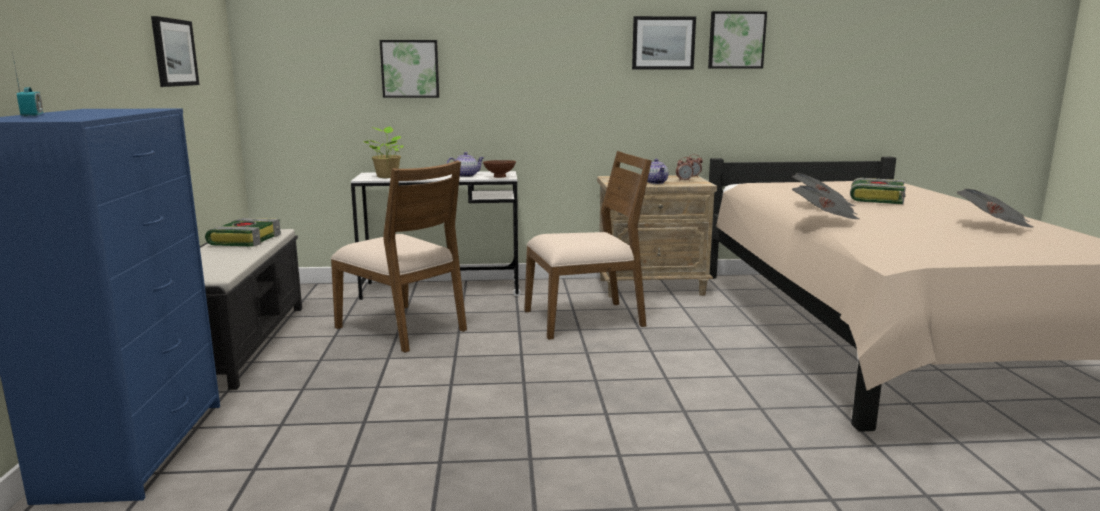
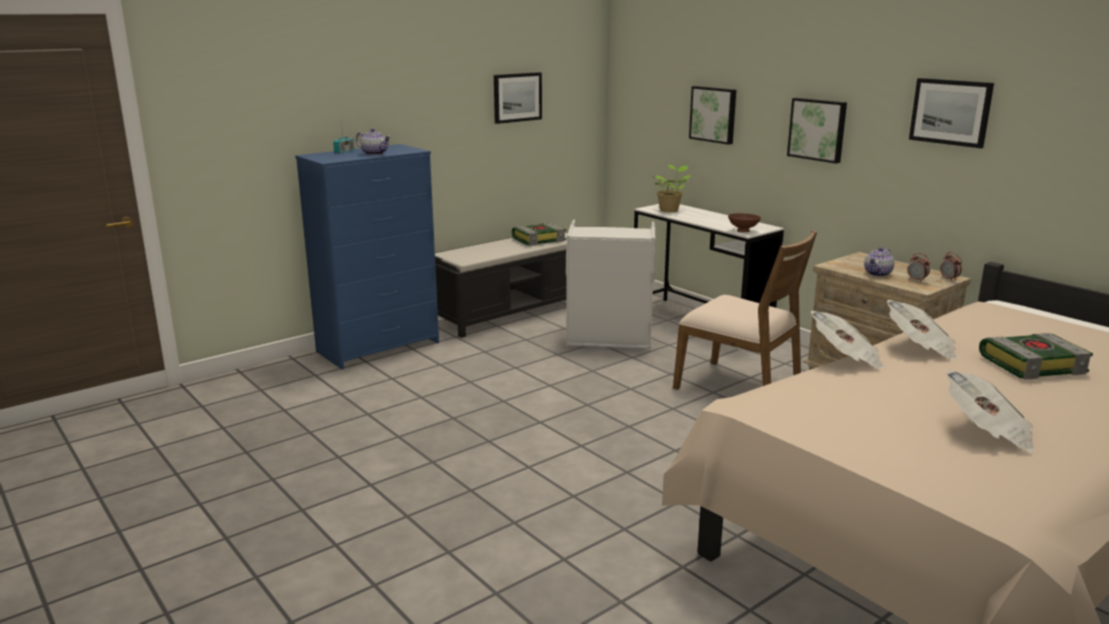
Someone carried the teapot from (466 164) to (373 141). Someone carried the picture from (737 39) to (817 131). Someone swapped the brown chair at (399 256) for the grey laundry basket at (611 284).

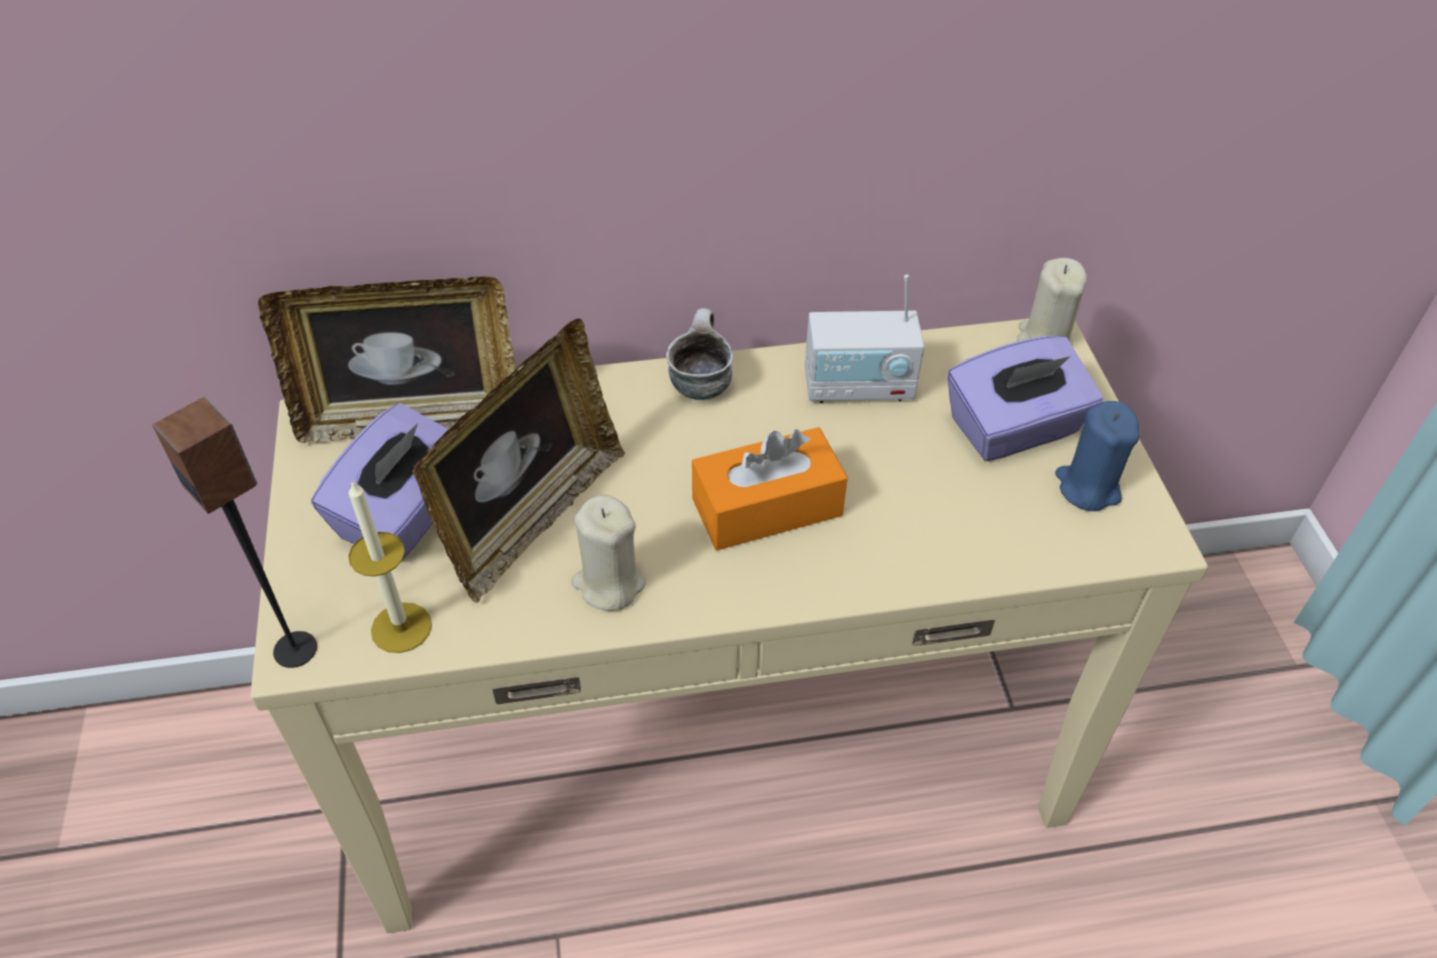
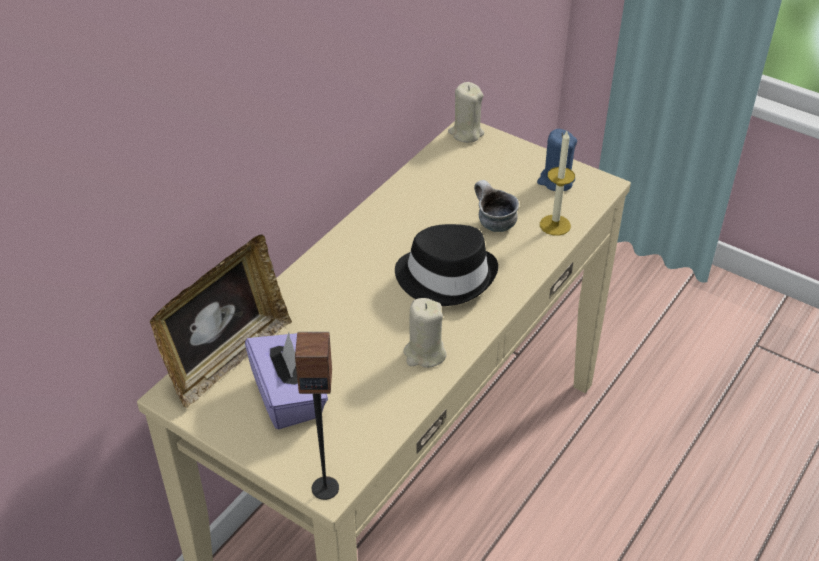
Someone took away the picture frame at (518 461). Someone took away the radio at (864 338). Someone took away the purple tissue box at (1025 398). Someone carried the candle from (390 566) to (557 183). Someone carried the mug from (699 354) to (496 206). Someone swapped the orange tissue box at (770 488) for the black hat at (446 265).

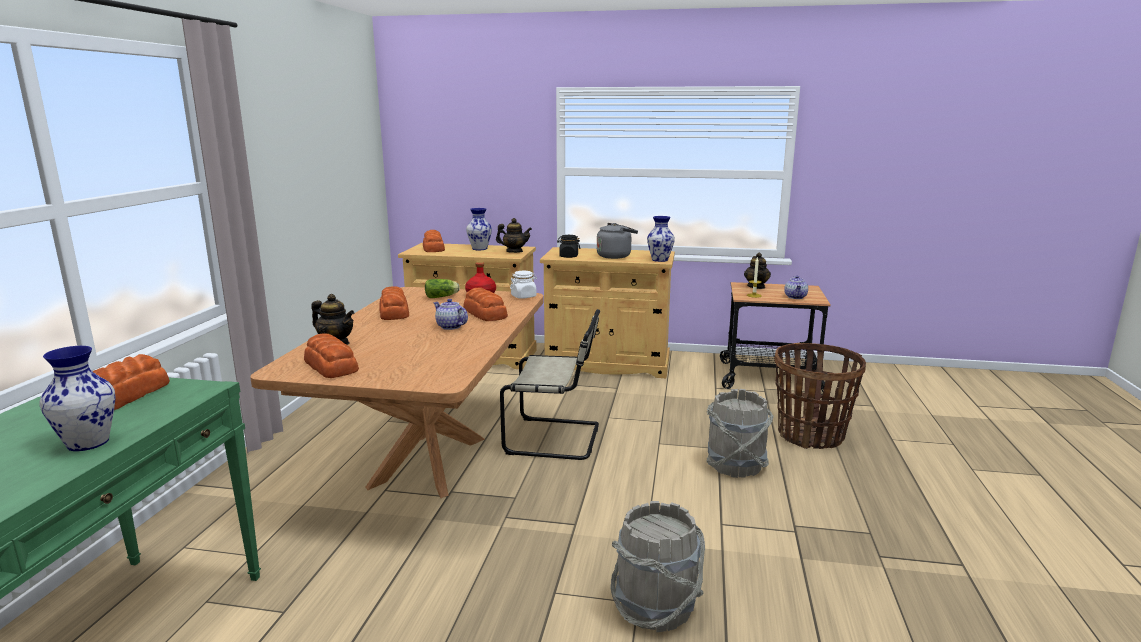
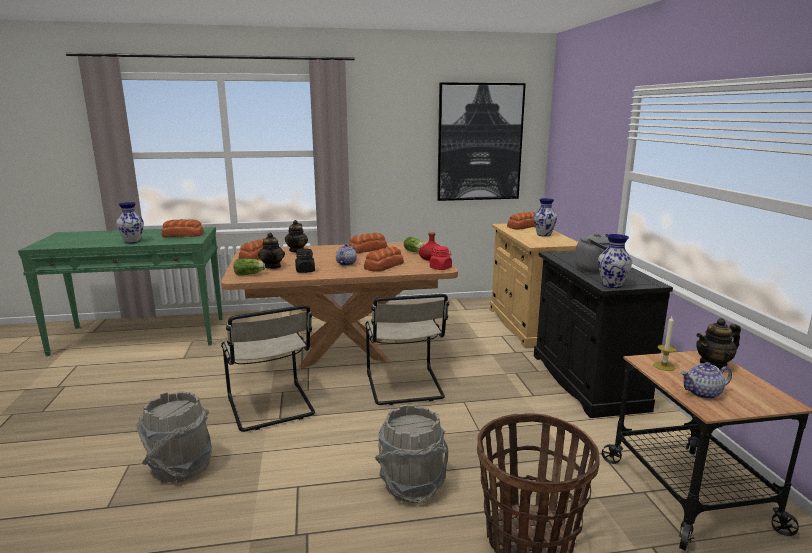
Someone put down the beige chair at (268 368). Someone put down the lettuce at (249 267). Someone put up the picture at (481 141). Someone carried the teapot from (514 235) to (271 251). Someone carried the black jar from (568 246) to (305 261). Someone repainted the white jar at (523 284), which became the red jar at (441 258). Someone repainted the beige cabinet at (607 312), which became the black cabinet at (603 334).

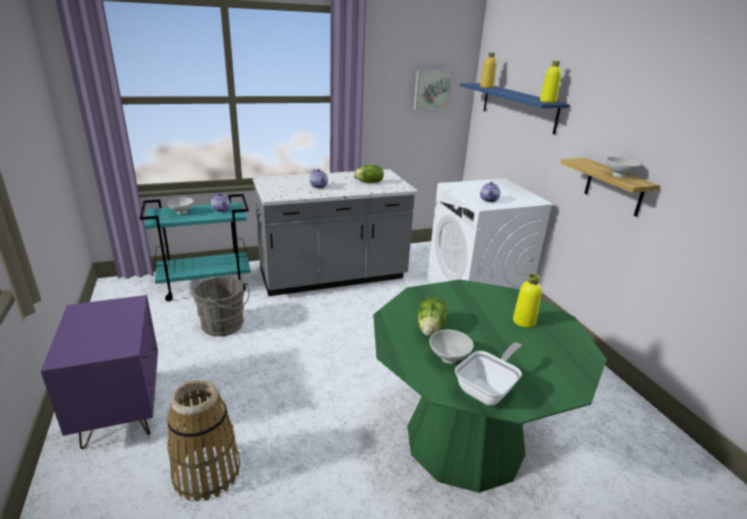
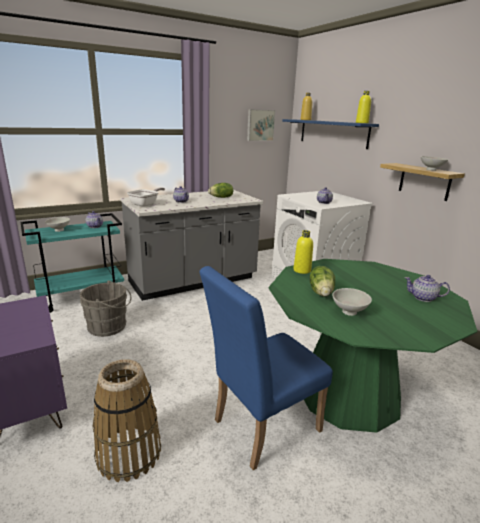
Someone put down the blue chair at (266 368). Someone put down the teapot at (427 288). Someone carried the frying pan from (488 374) to (146 197). Someone carried the yellow bottle from (527 301) to (303 252).

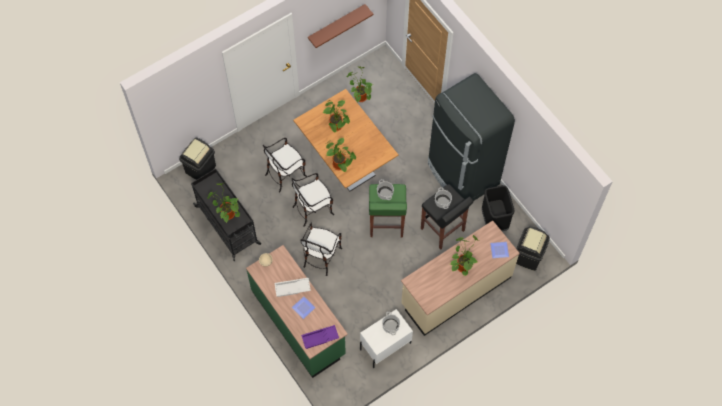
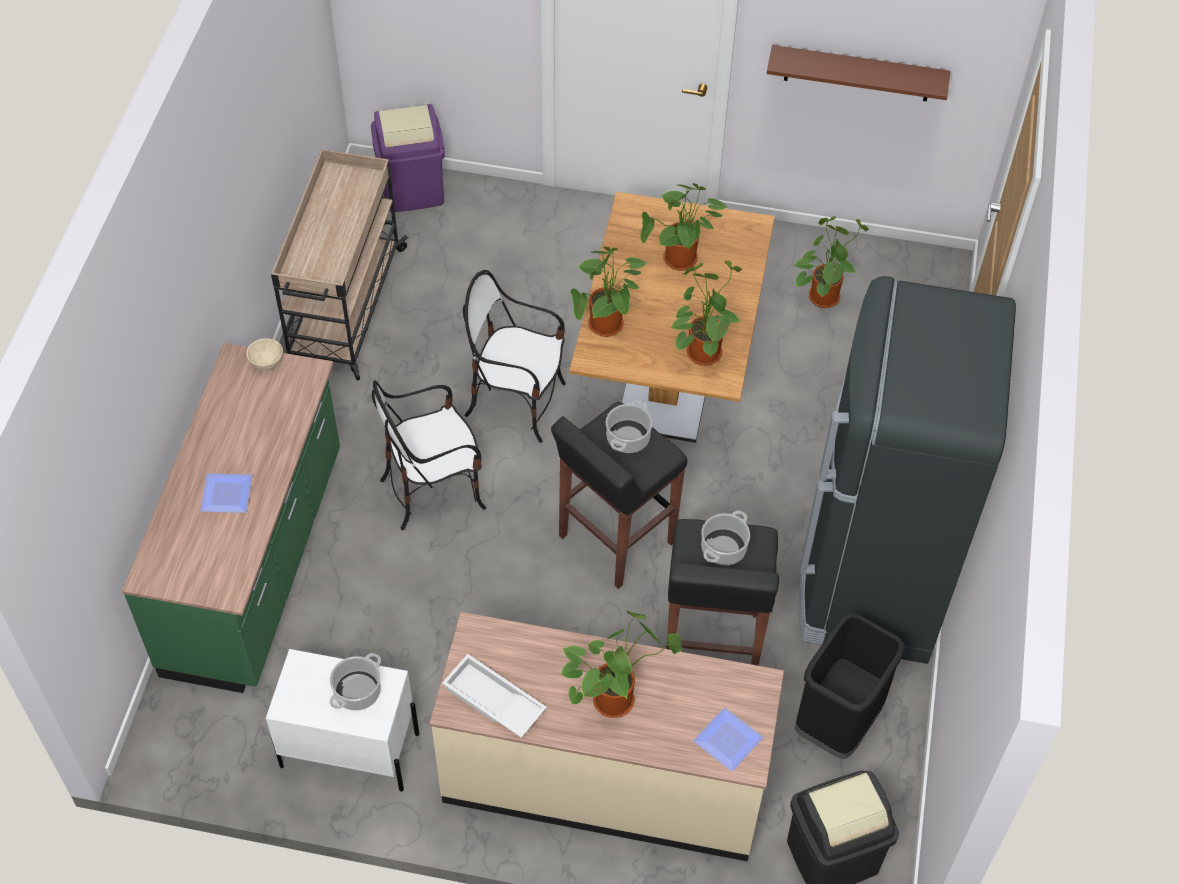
Someone took away the chair at (285 165). Someone took away the purple tray at (320 337). Someone carried the potted plant from (224 203) to (706 313). Someone carried the white tray from (292 287) to (494 696). Someone repainted the black trash can at (197 158), which became the purple trash can at (408 158). Someone repainted the black cart at (226 215), which became the beige cart at (339 265). Someone repainted the green stool at (388 210), which became the black stool at (619 495).

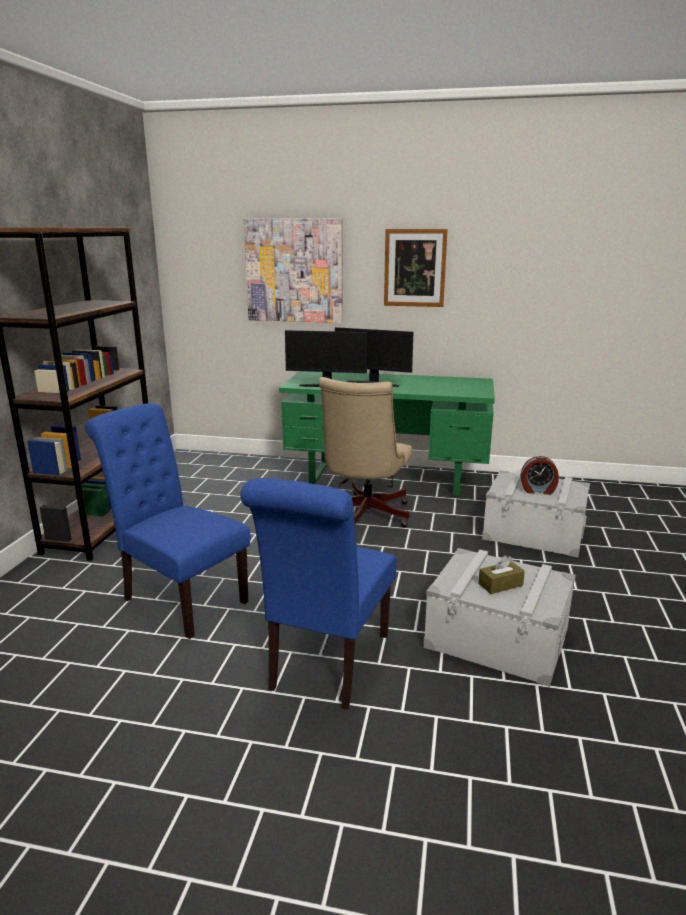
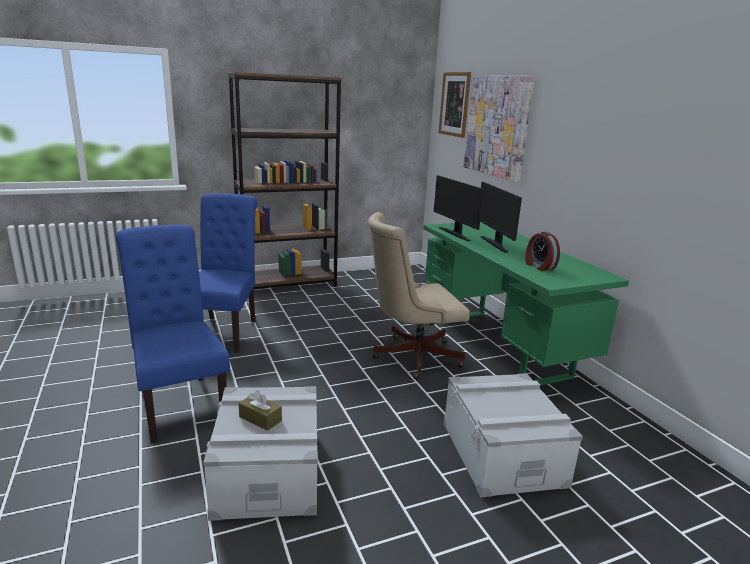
Someone carried the picture from (416 268) to (455 105). Someone carried the alarm clock from (539 475) to (542 251). Someone rotated the blue chair at (319 594) by 75 degrees clockwise.

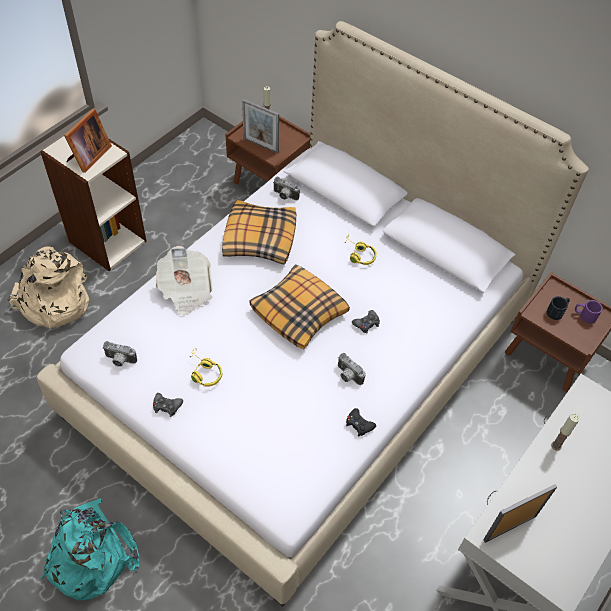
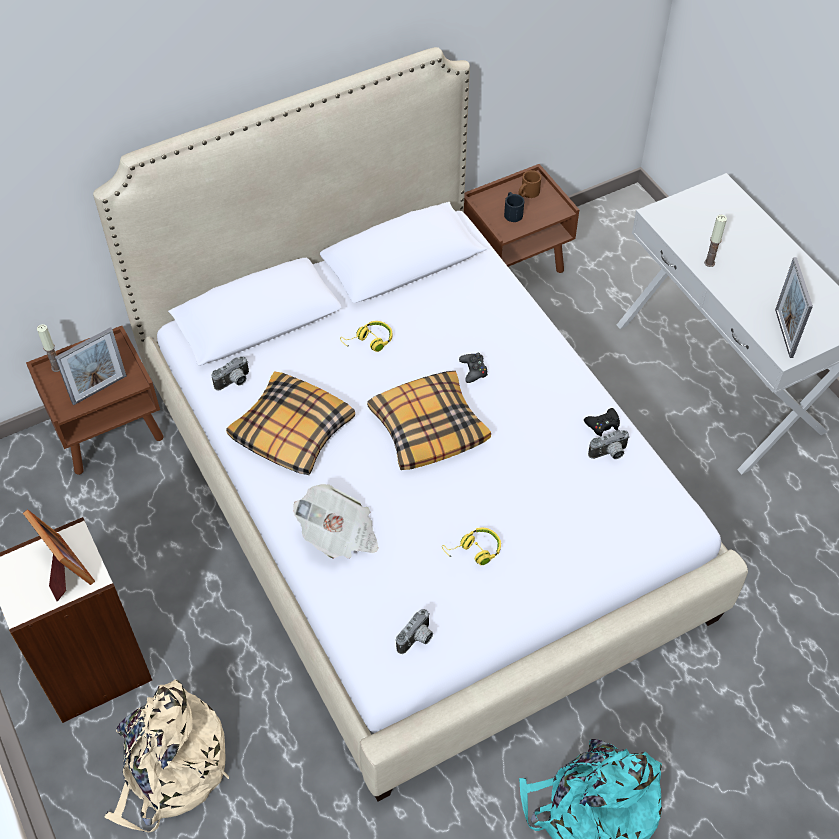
Someone took away the black game controller at (168 405). Someone carried the photo camera from (352 369) to (609 444). Someone repainted the purple mug at (589 312), which became the brown mug at (529 184).

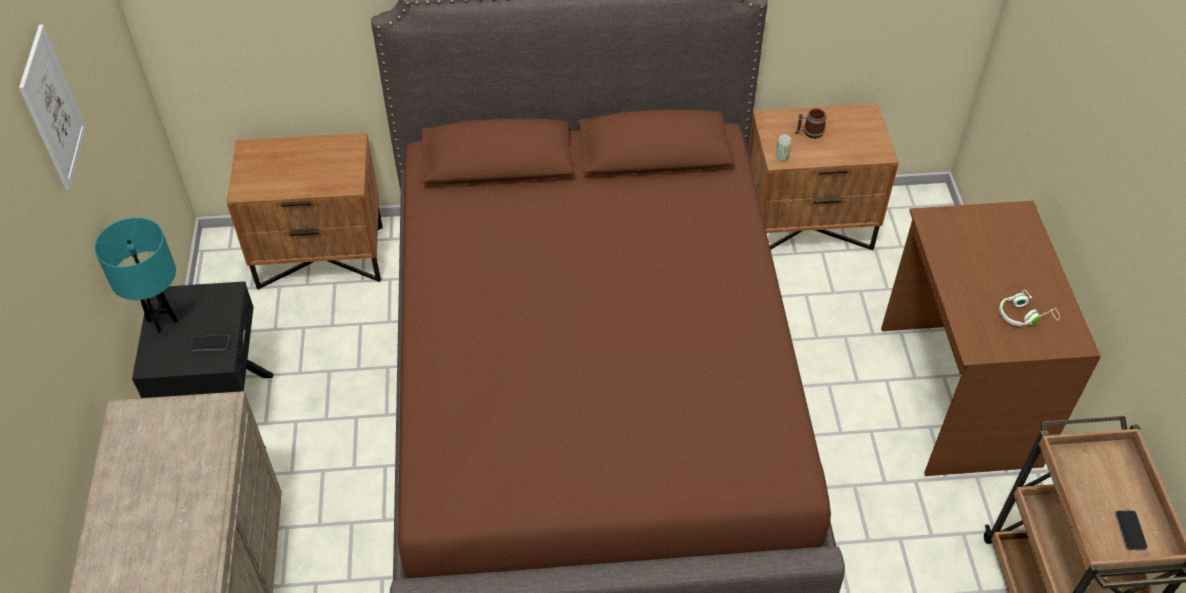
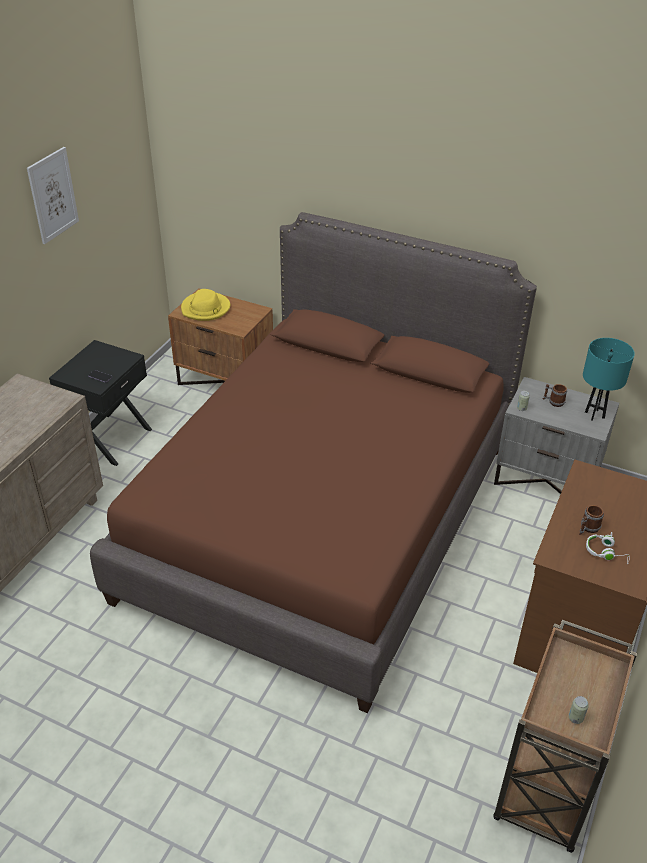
Someone put down the yellow hat at (205 305). Someone put down the mug at (591 520). Someone carried the turquoise table lamp from (136 275) to (609 379). Someone swapped the phone at (1131 530) for the can at (579 710). Someone repainted the brown nightstand at (823 177), which became the grey nightstand at (556 435).

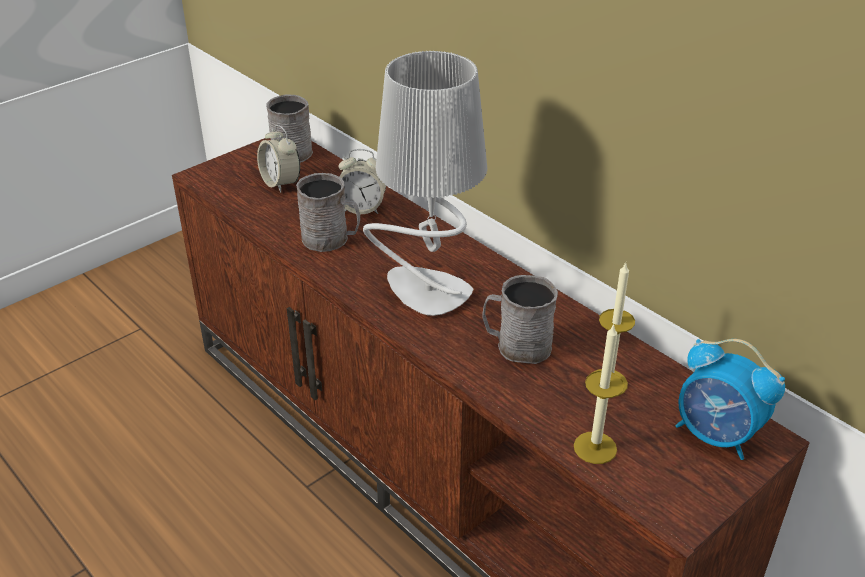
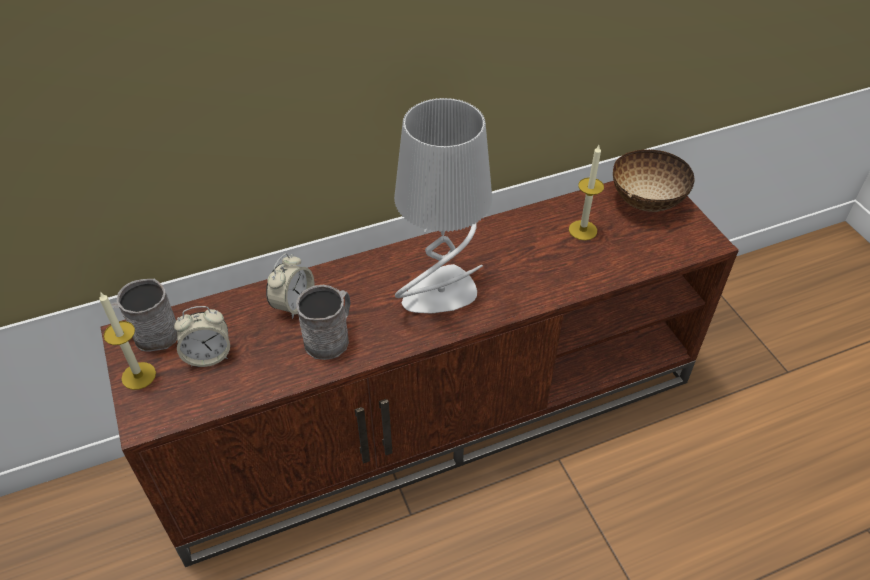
Someone took away the grey mug at (520 319). Someone carried the candle from (599 393) to (127 341). Someone swapped the alarm clock at (730 399) for the bowl at (654 180).

